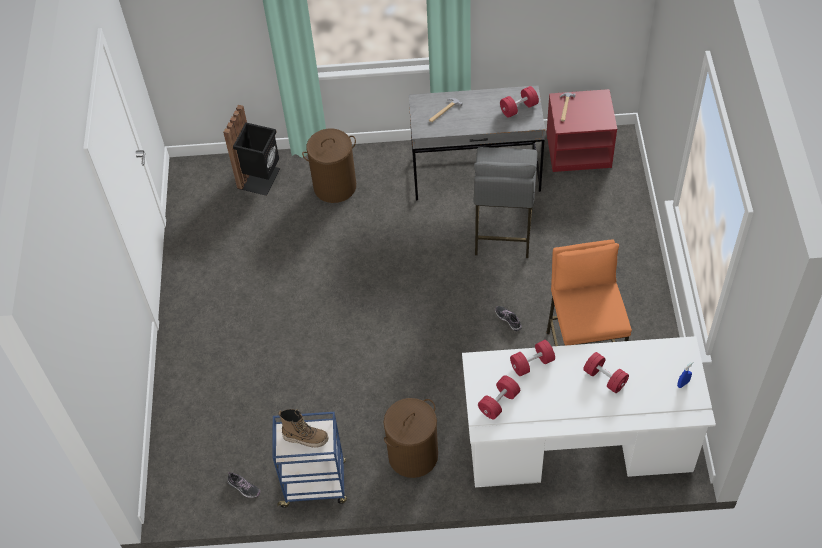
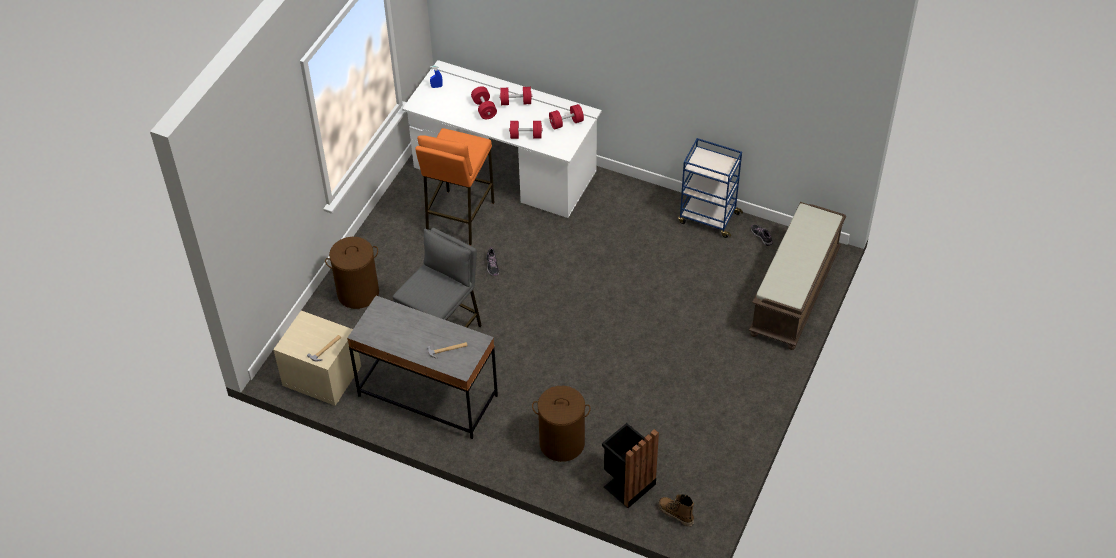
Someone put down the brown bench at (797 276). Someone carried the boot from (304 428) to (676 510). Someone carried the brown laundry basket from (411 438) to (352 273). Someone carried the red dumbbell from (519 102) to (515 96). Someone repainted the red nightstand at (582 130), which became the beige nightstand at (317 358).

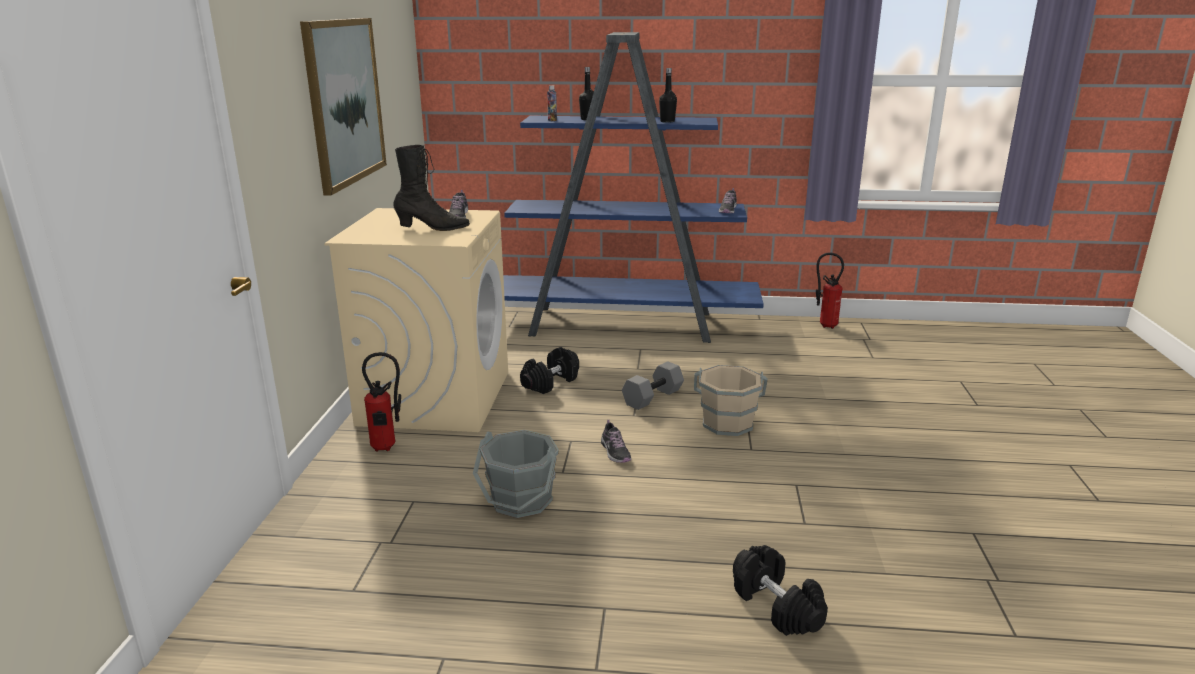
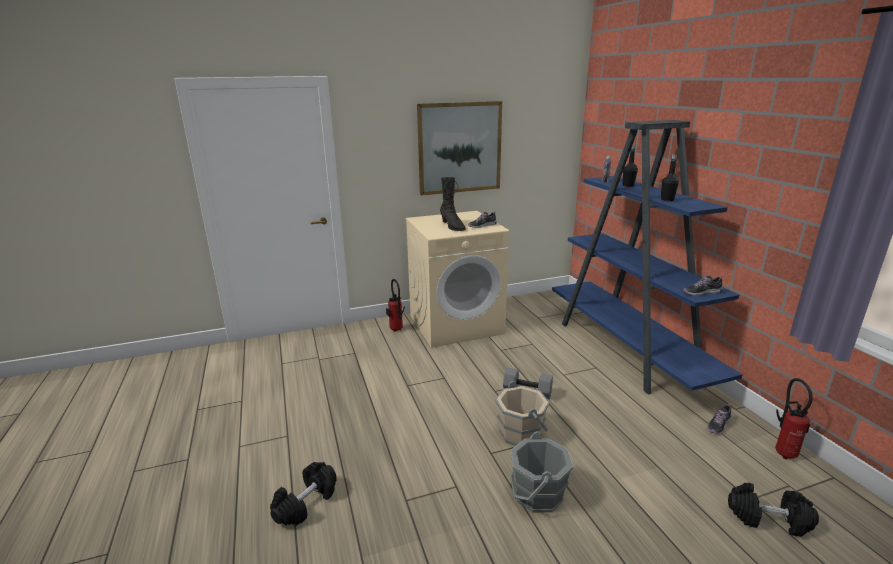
Someone carried the grey bucket from (516 474) to (541 471). Someone carried the black dumbbell from (549 370) to (773 510). Someone carried the shoe from (616 441) to (719 419).

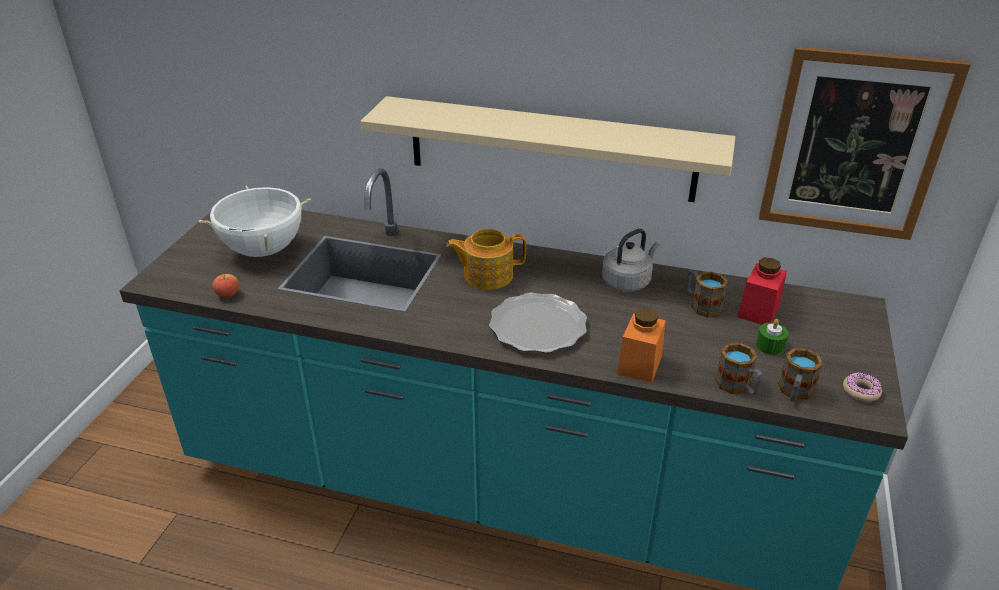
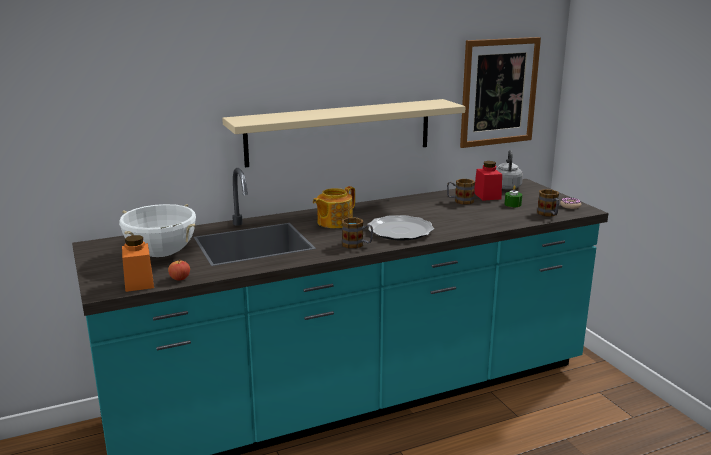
Someone carried the grey kettle from (630 260) to (509 169). Someone carried the orange jar from (641 345) to (138 263). Someone carried the mug from (739 369) to (357 233).

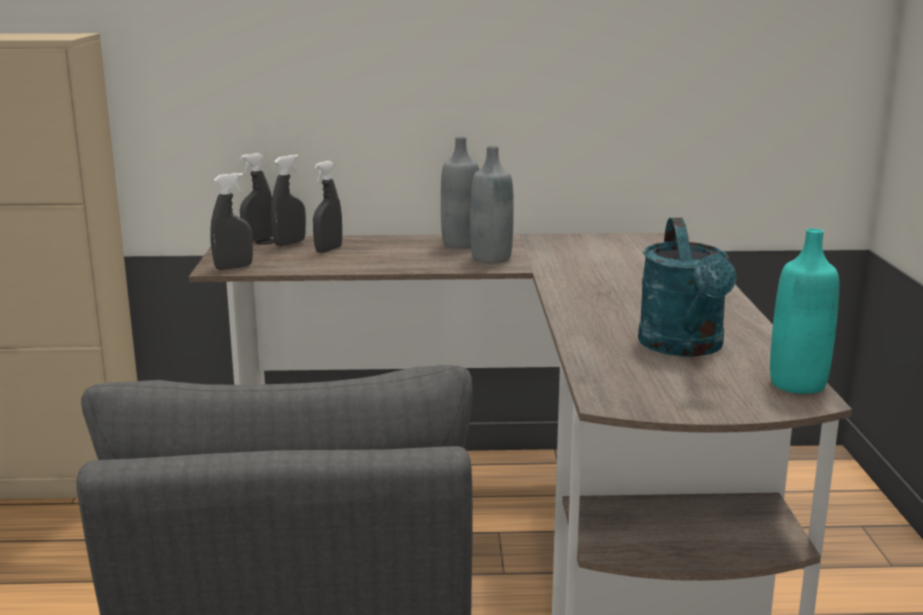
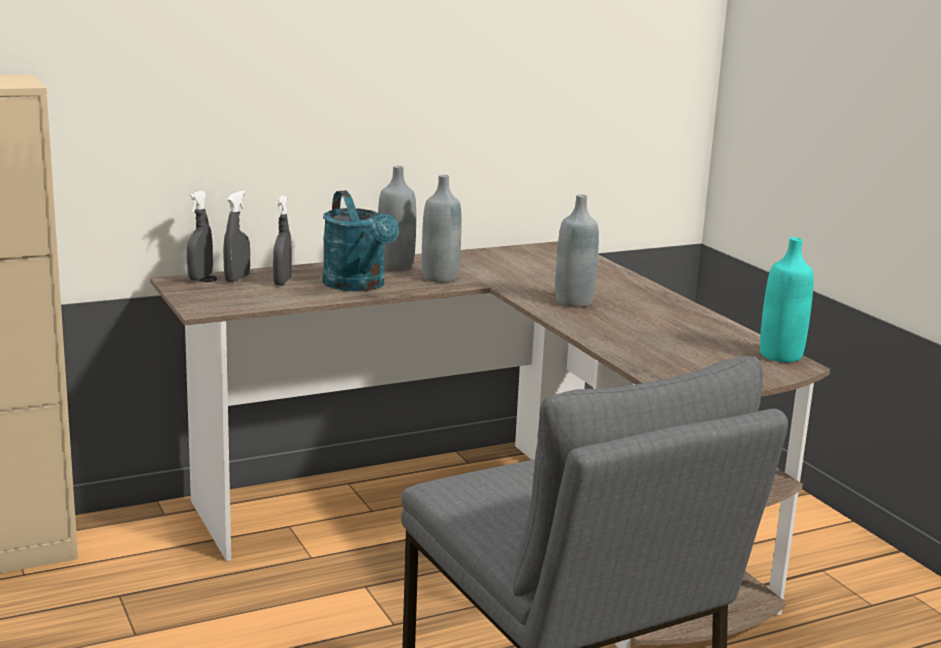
Someone took away the grey spray bottle at (231 221). Someone put down the grey bottle at (577 250). Someone carried the turquoise watering can from (687 287) to (360 241).

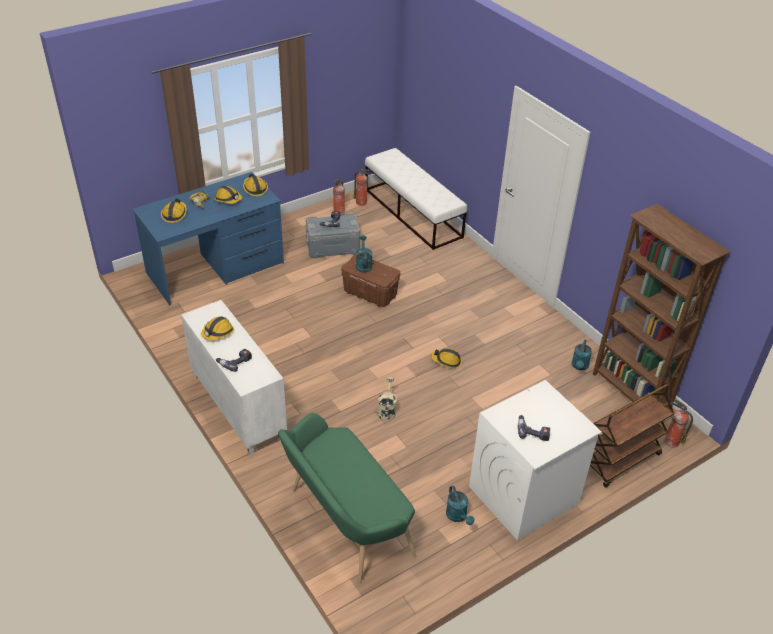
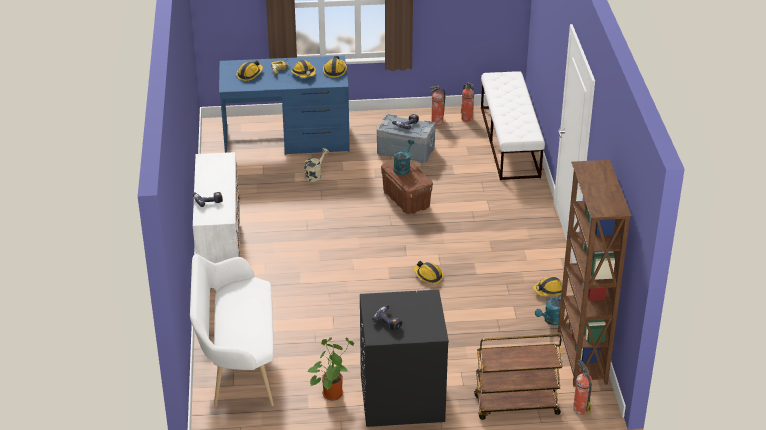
Someone carried the hard hat from (217 328) to (547 286). Someone carried the beige watering can from (387 398) to (316 165). Someone swapped the turquoise watering can at (460 505) for the potted plant at (331 369). Someone repainted the green bench at (347 498), which became the white bench at (232 330). Someone repainted the white washing machine at (535 460), which became the black washing machine at (404 358).

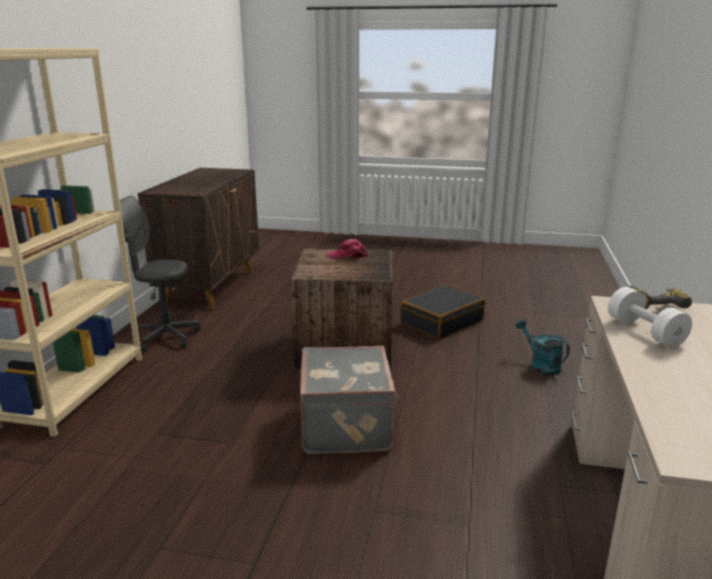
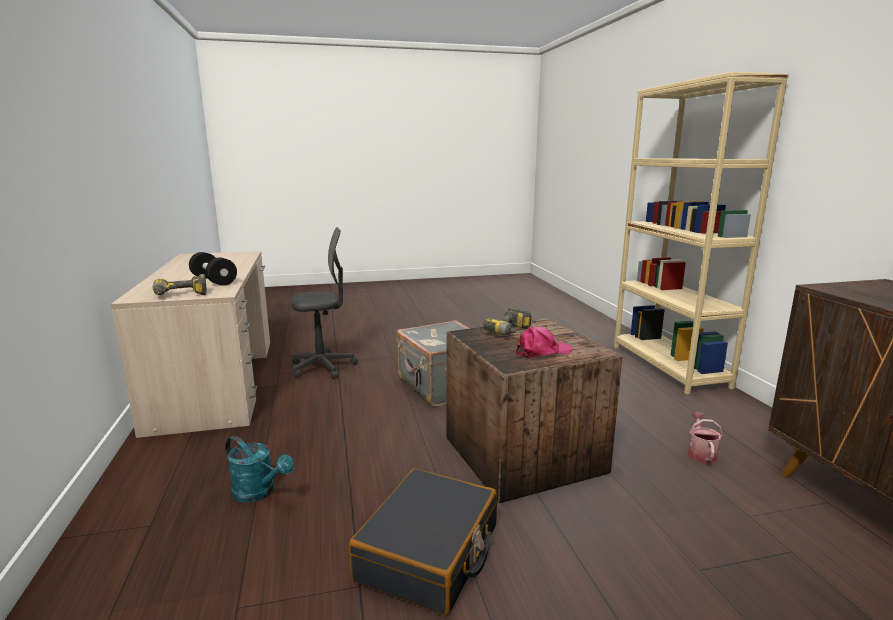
Someone put down the power drill at (507 321). Someone put down the watering can at (705 438). Someone carried the grey office chair from (160 273) to (324 303). Someone repainted the white dumbbell at (650 317), which became the black dumbbell at (213 269).

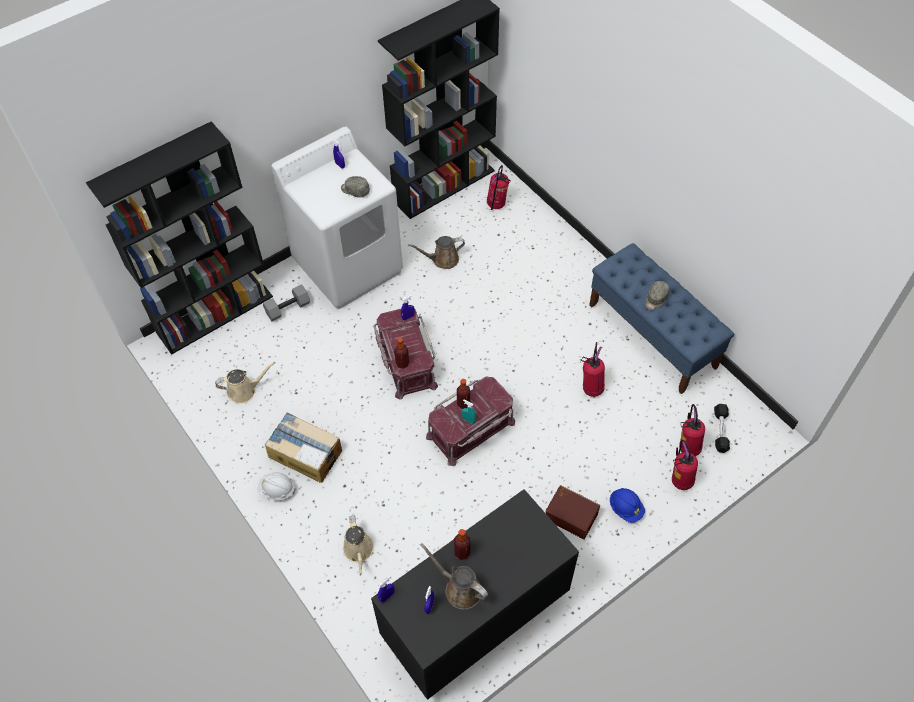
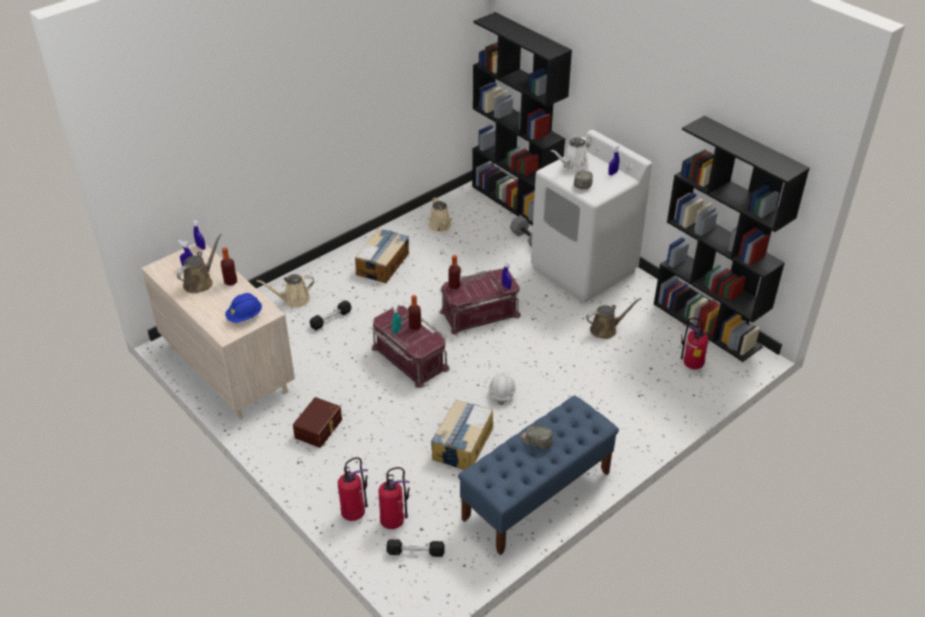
Someone put down the black dumbbell at (331 315). Someone put down the white watering can at (571 154). Someone carried the white hard hat from (277 486) to (502 388). Someone carried the blue hard hat from (627 505) to (243 308). Someone swapped the fire extinguisher at (593 369) for the cardboard box at (462 435). Someone repainted the black dresser at (475 594), which became the beige dresser at (218 331). Someone rotated the brown watering can at (436 252) by 90 degrees clockwise.

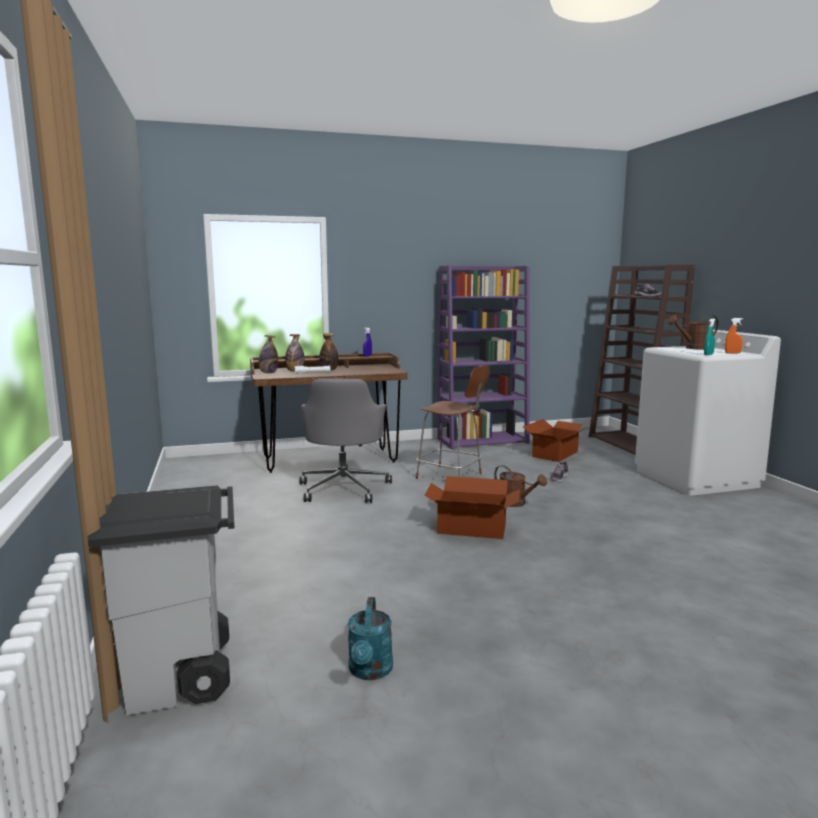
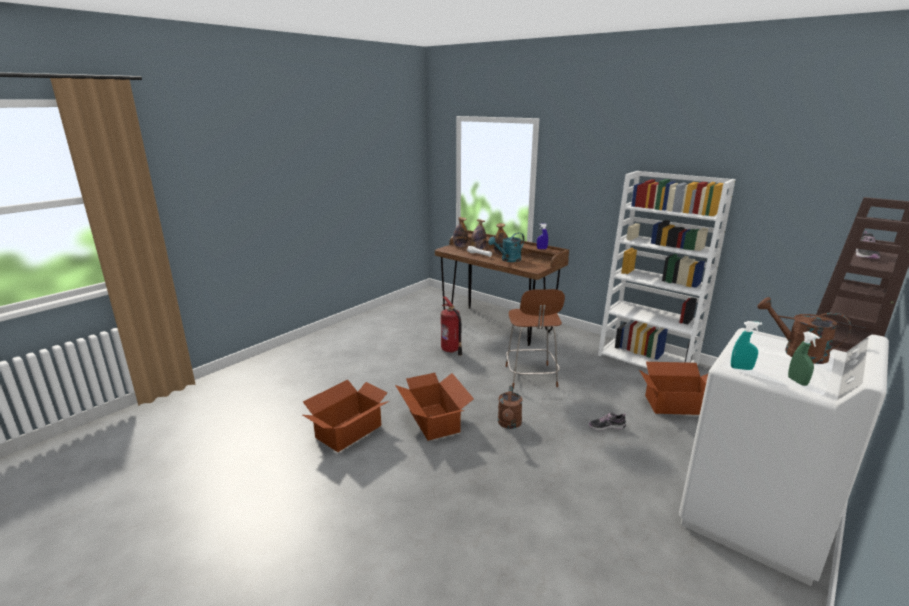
Someone took away the grey trash can at (161 600). Someone put down the cardboard box at (346 416). Someone carried the turquoise watering can from (370 638) to (506 247). Someone swapped the grey office chair at (345 441) for the fire extinguisher at (451 326). Someone repainted the purple bookcase at (483 357), which became the white bookcase at (667 269). Someone repainted the orange spray bottle at (734 336), which became the green spray bottle at (804 358).

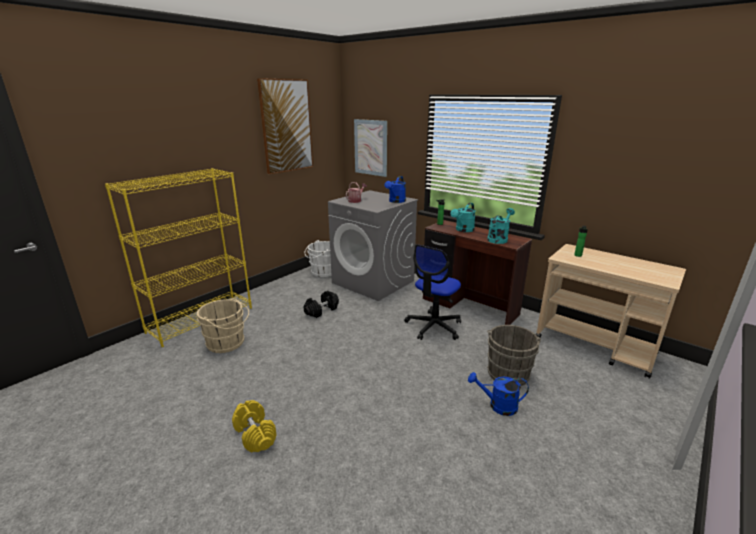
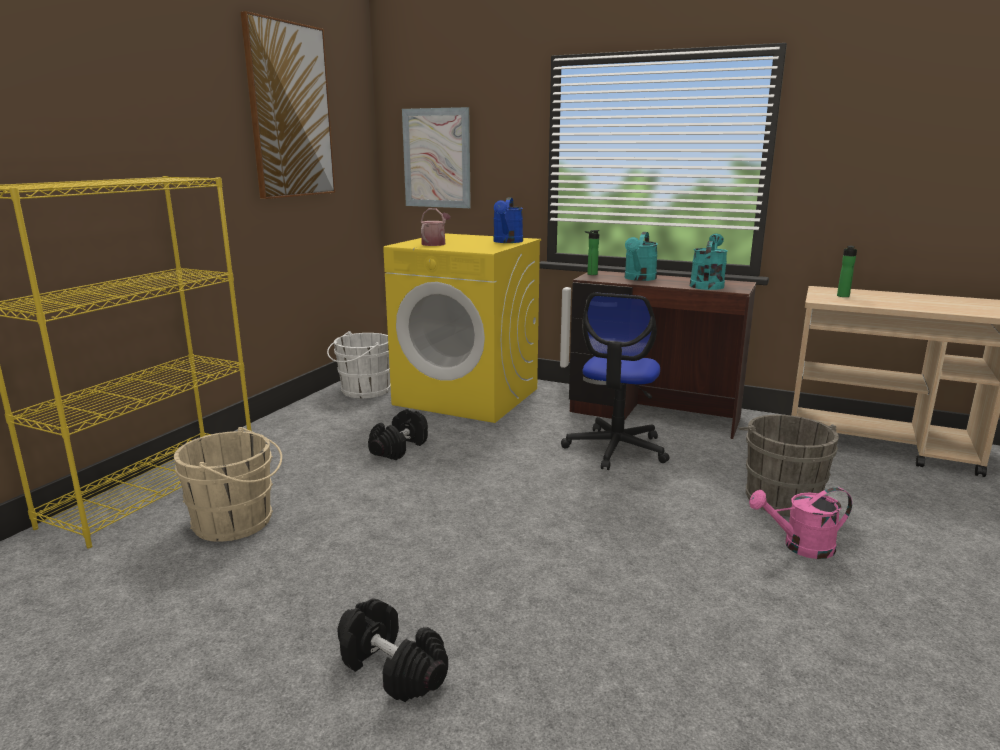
Someone repainted the yellow dumbbell at (254 426), which became the black dumbbell at (392 650). Someone repainted the grey washing machine at (373 245), which became the yellow washing machine at (462 328). Someone repainted the blue watering can at (498 394), which became the pink watering can at (800 523).

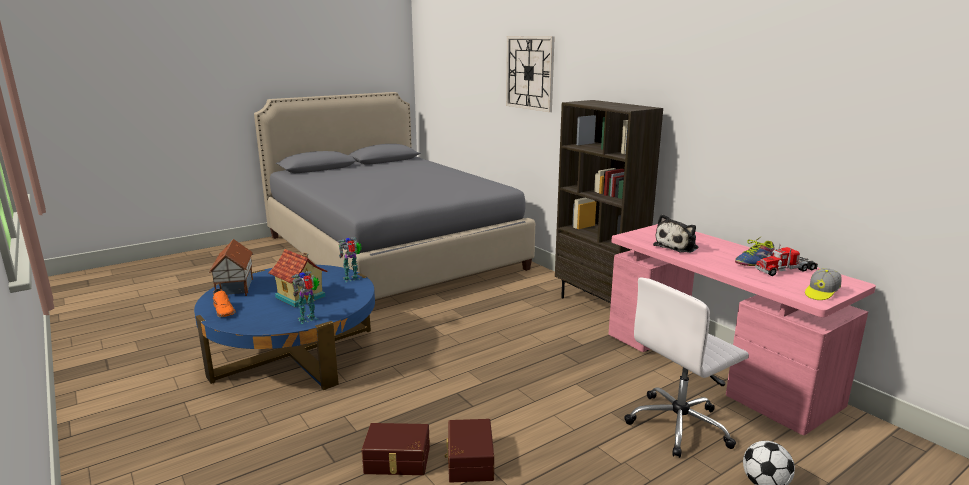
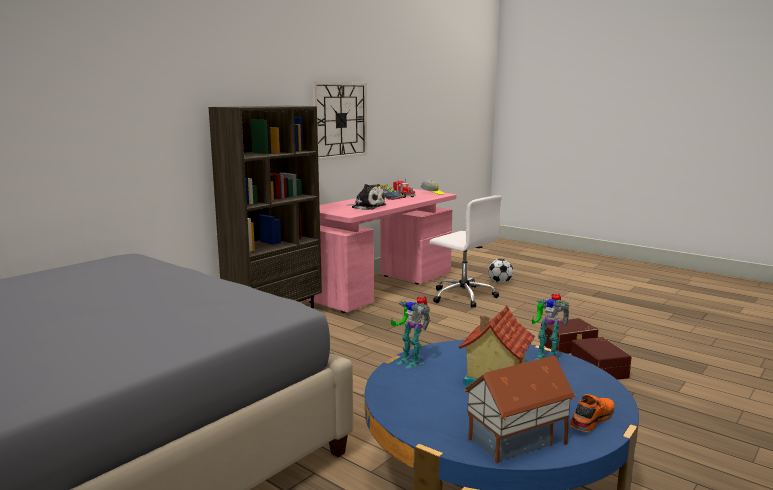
Someone carried the wall clock from (530 74) to (339 121).

